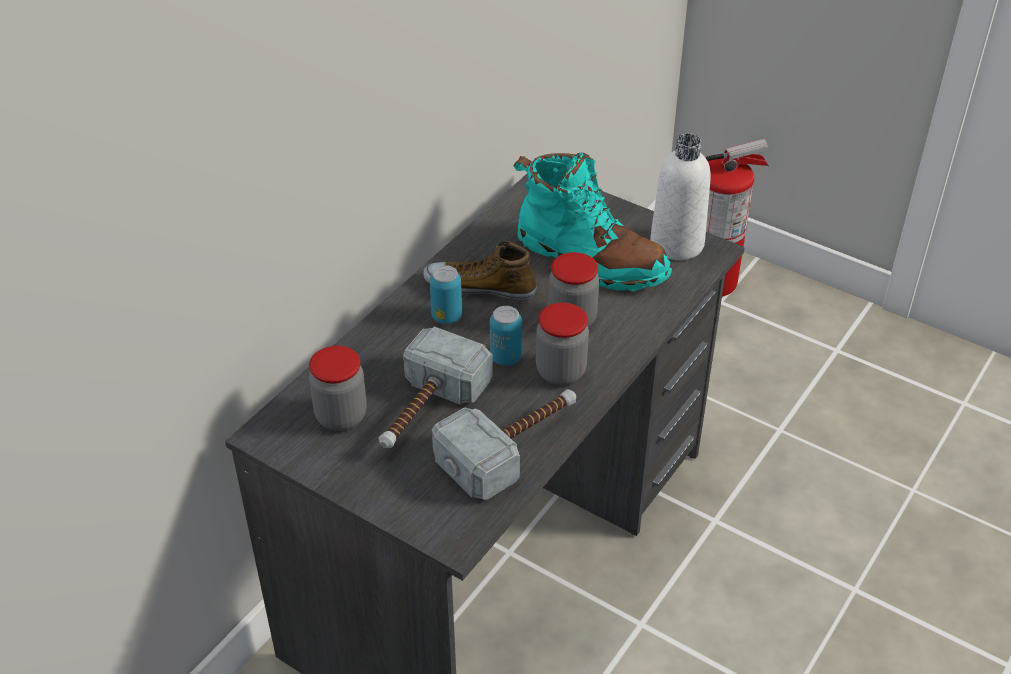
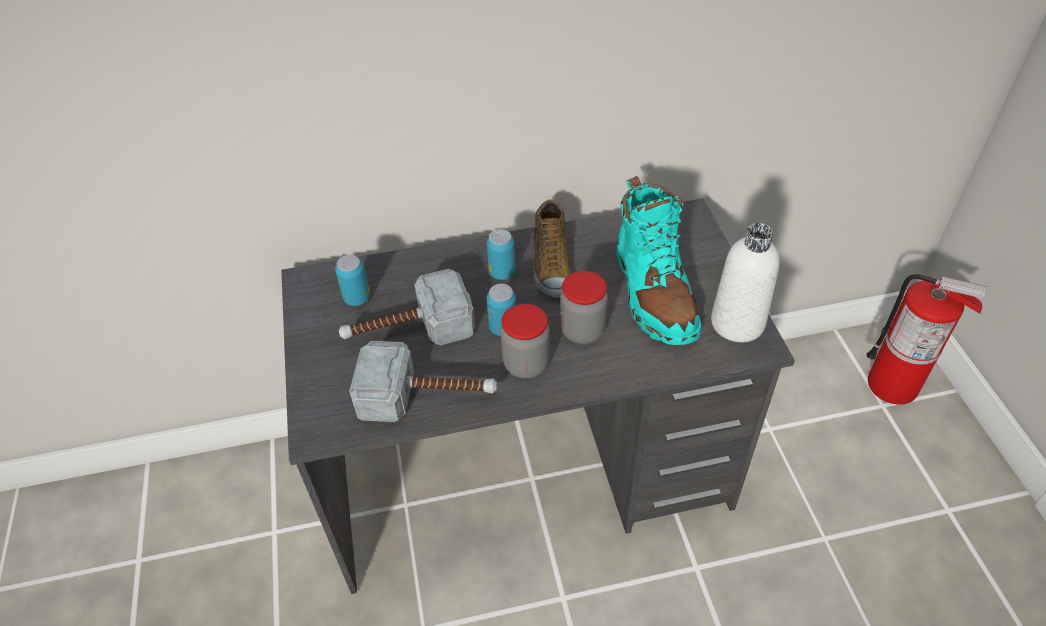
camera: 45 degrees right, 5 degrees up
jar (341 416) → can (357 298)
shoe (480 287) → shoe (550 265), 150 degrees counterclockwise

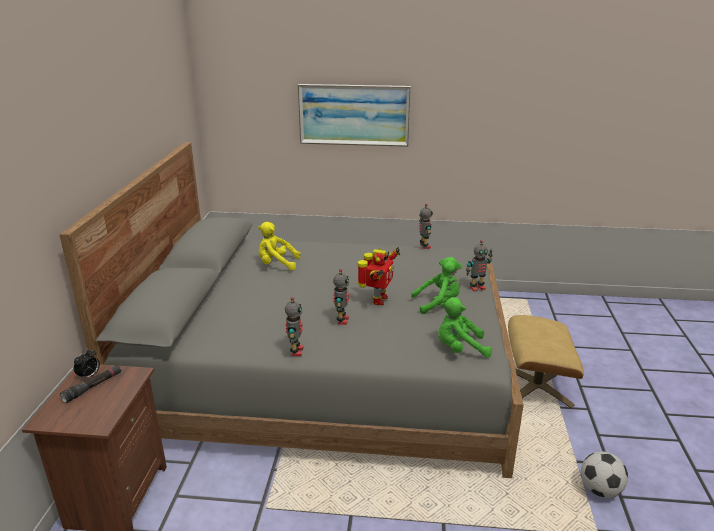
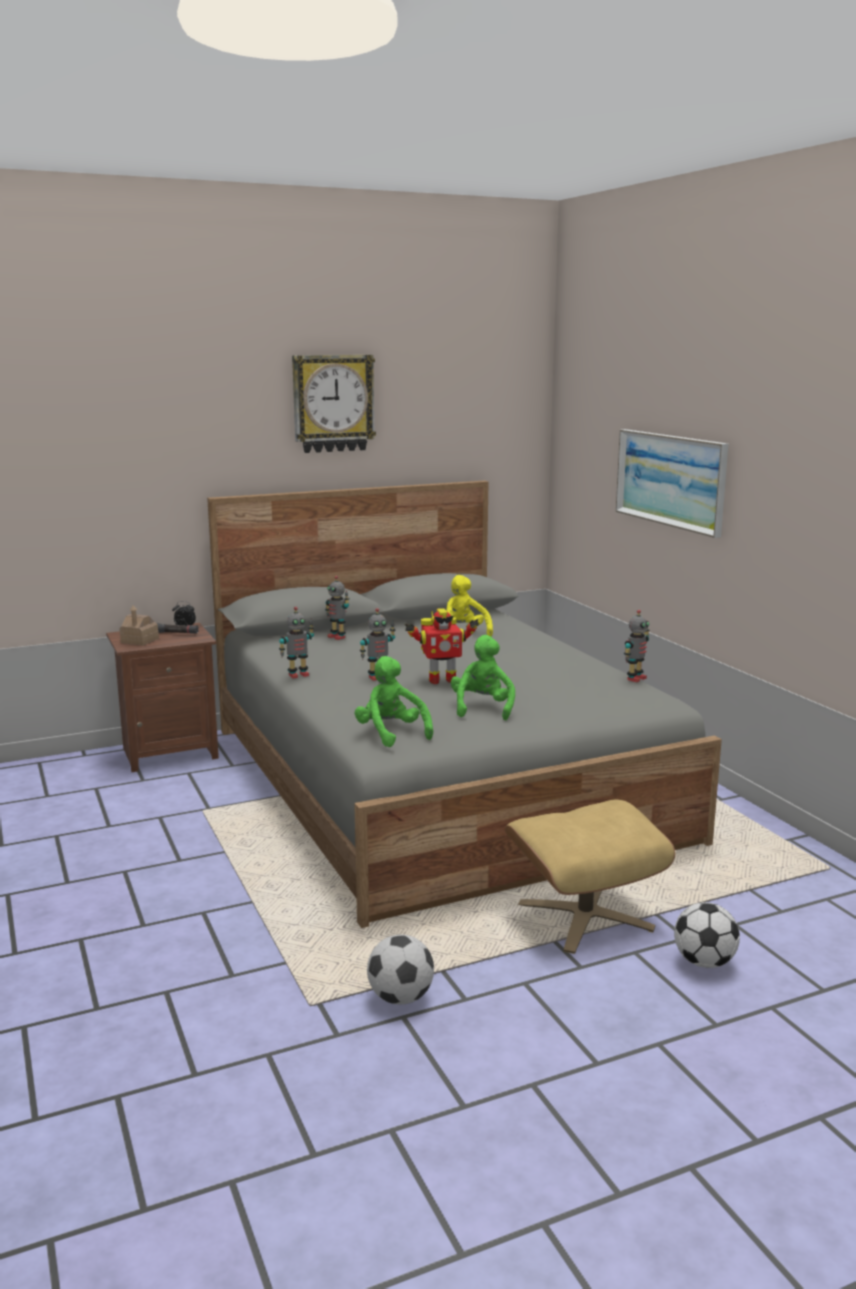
camera: 60 degrees right, 10 degrees down
green_plush_toy (438 304) → green_plush_toy (482 708), 135 degrees counterclockwise
toy_robot (477 288) → toy_robot (337 637), relocated
- → toy_house (140 641)
- → wall_clock (333 403)
- → football (704 962)

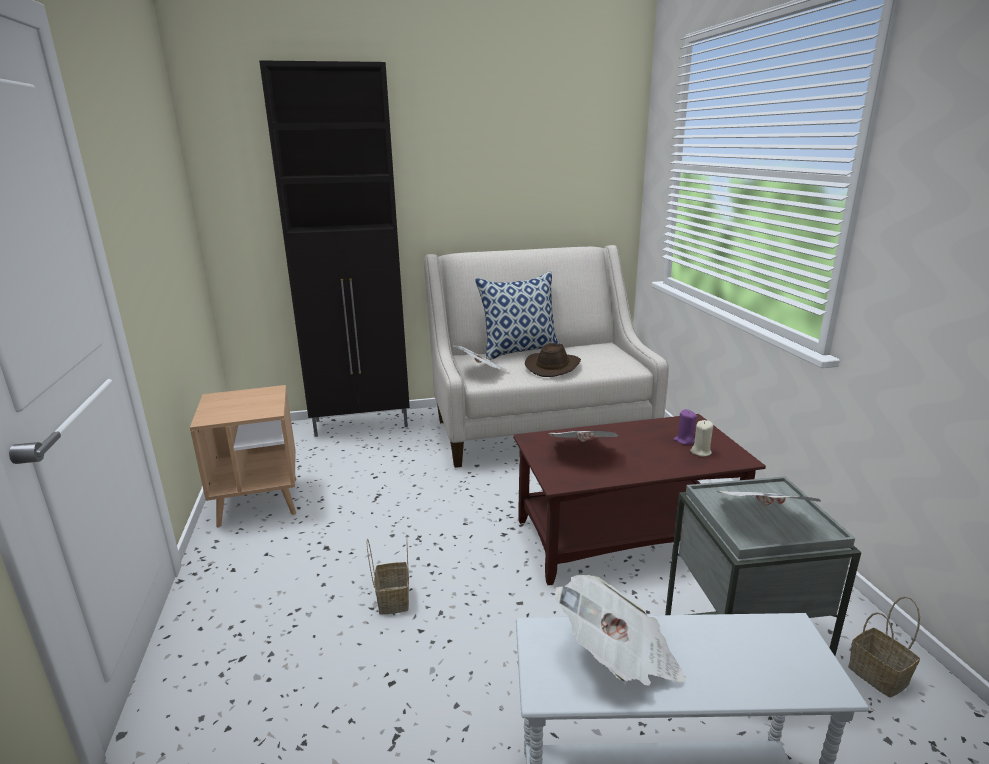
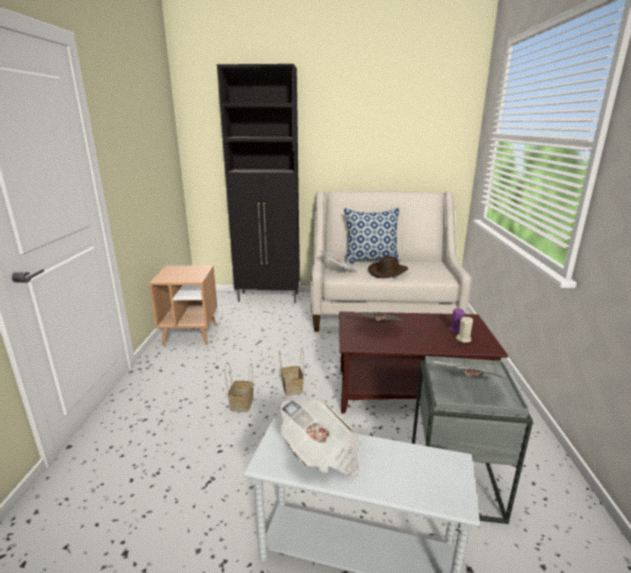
camera: 15 degrees right, 0 degrees up
basket (875 674) → basket (291 387), relocated

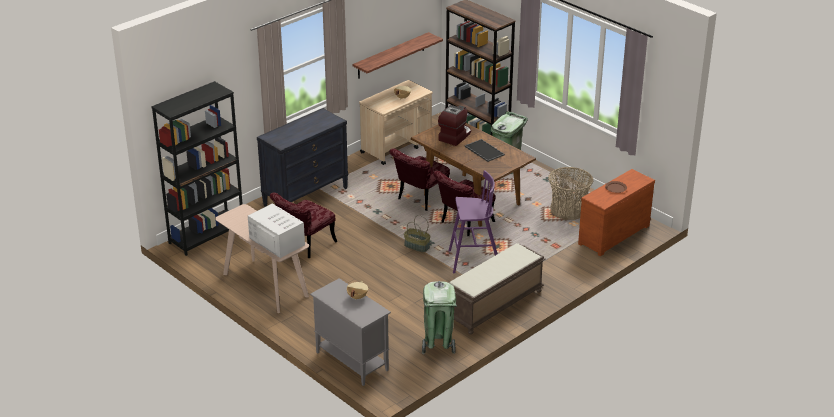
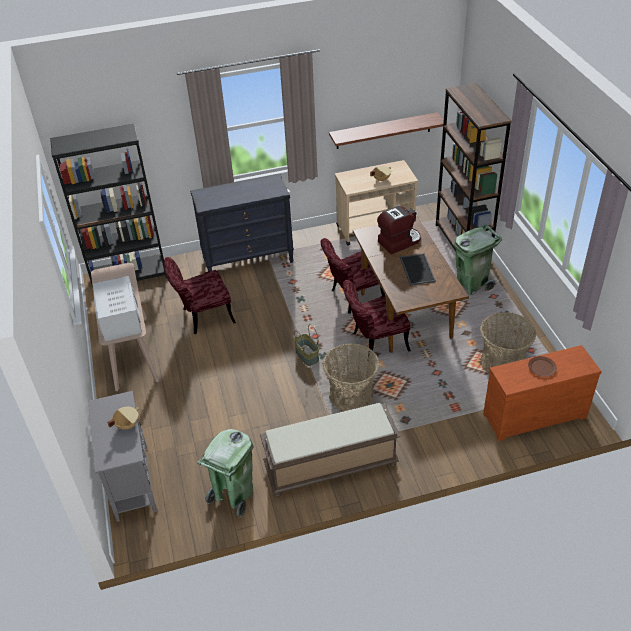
camera: 30 degrees right, 10 degrees up
purple_stool (473 260) → basket (351 395)

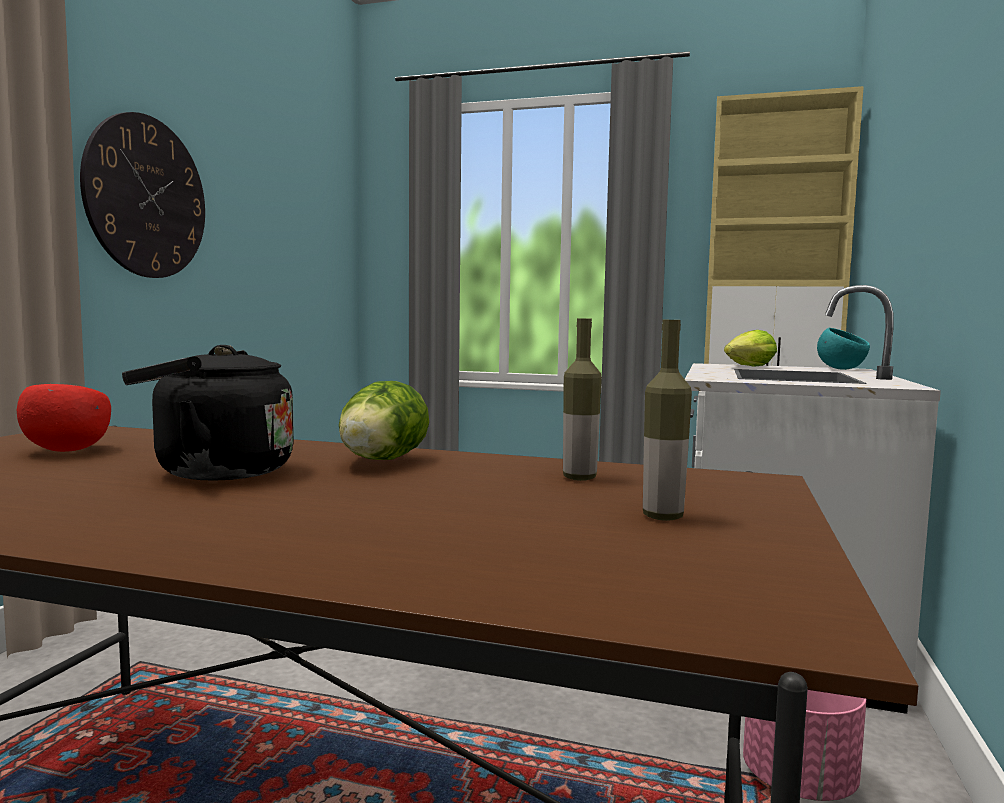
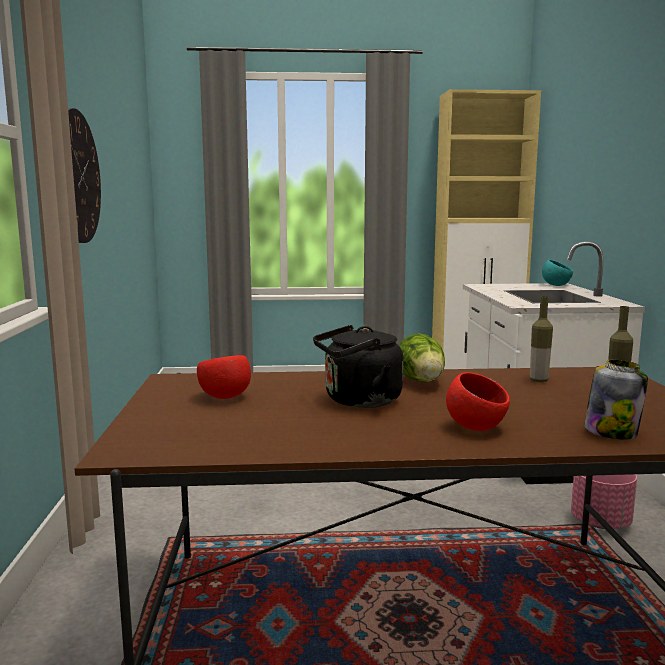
camera: 20 degrees left, 5 degrees up
lettuce (749 367) → -
- → red_bowl (475 428)
- → jar (611 432)

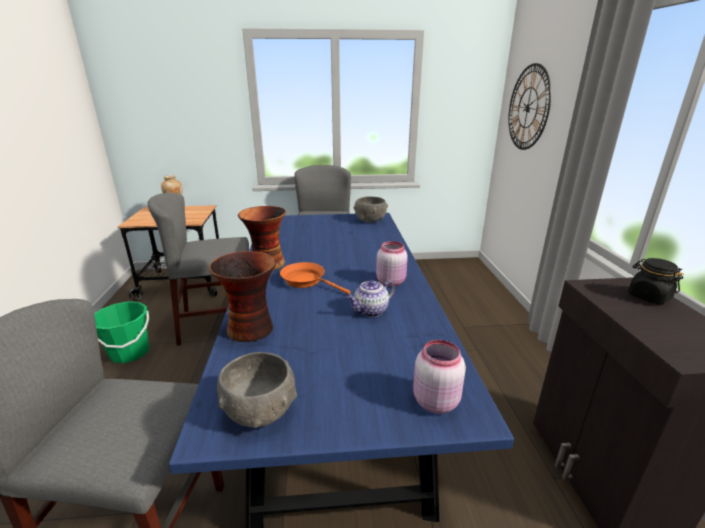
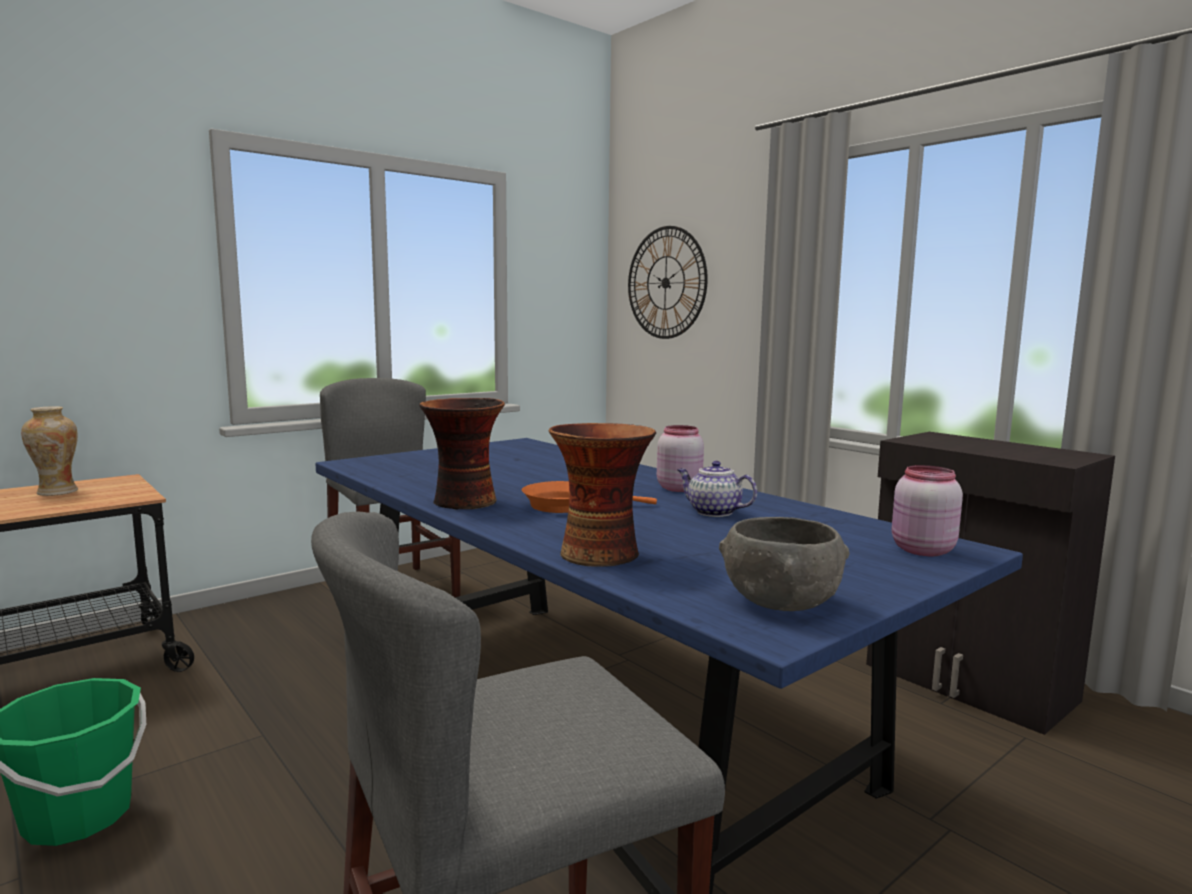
camera: 35 degrees left, 15 degrees down
grey_chair (218 323) → -
teapot (370 311) → teapot (713 512), 105 degrees clockwise
grey_bowl (370 220) → -
black_jar (648 297) → -

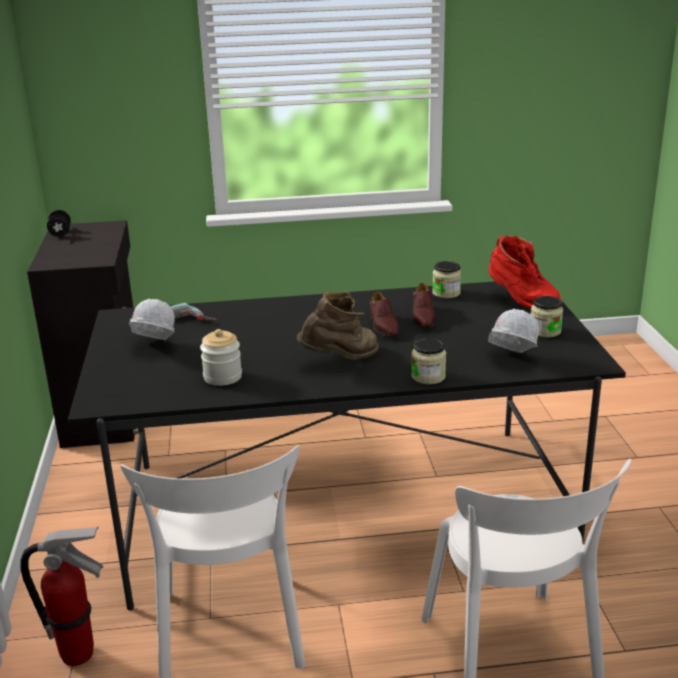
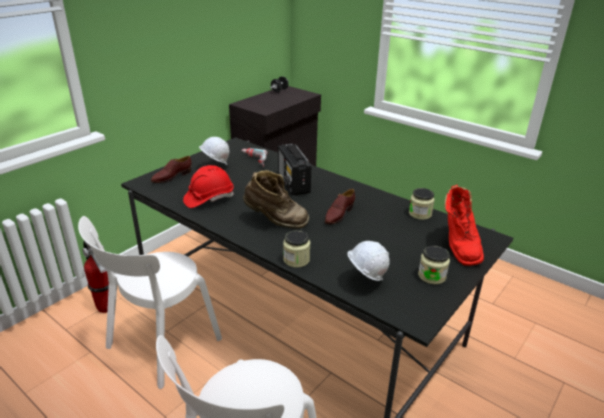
camera: 45 degrees right, 5 degrees up
jar (222 377) → red_hard_hat (209 198)
brown_shoe (422 317) → brown_shoe (172 177), relocated
- → radio (293 184)

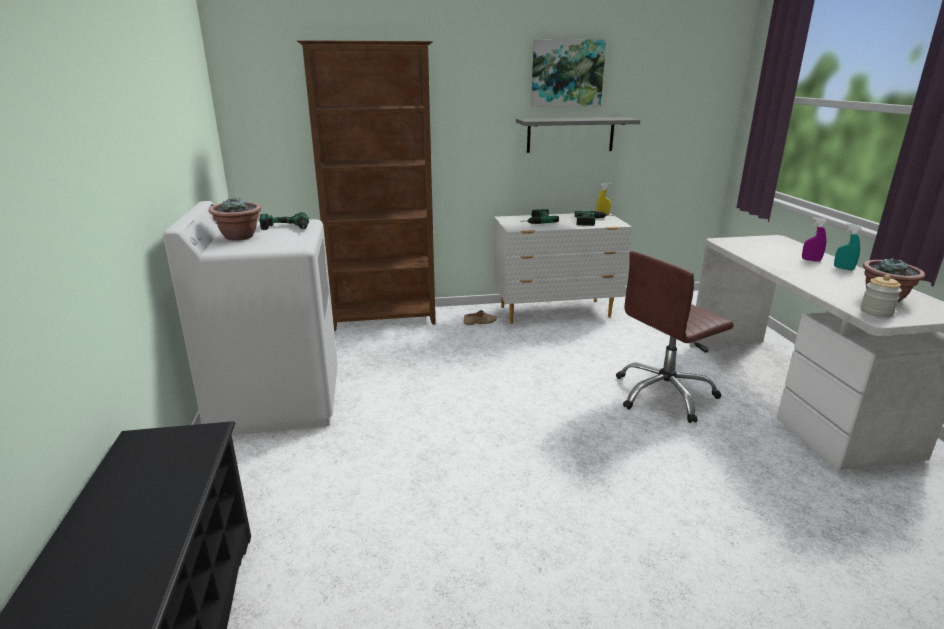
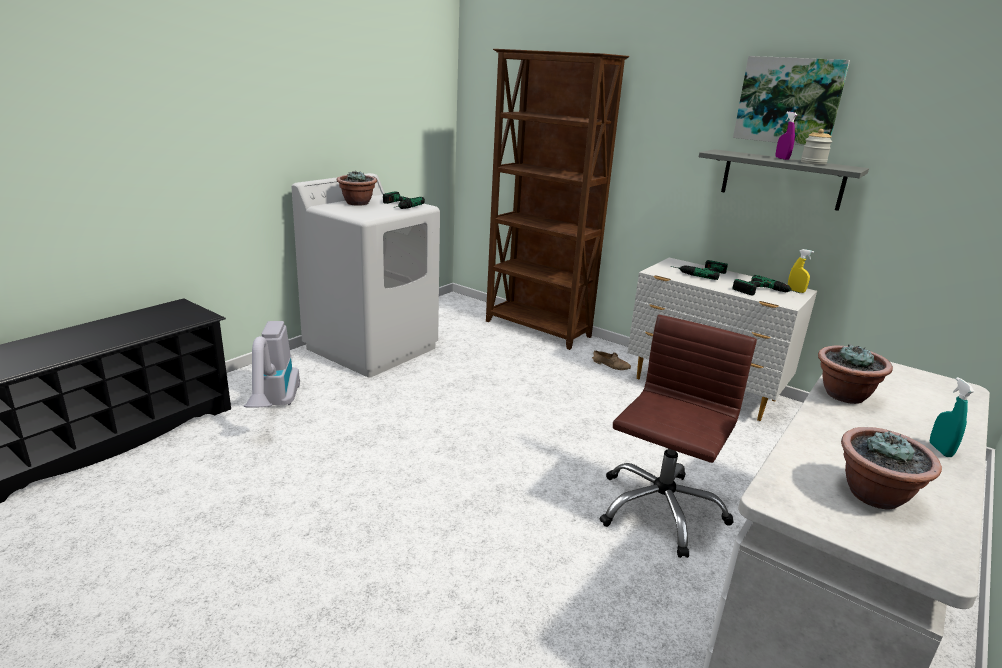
camera: 45 degrees right, 0 degrees up
brown_office_chair (664 394) → brown_office_chair (659 509), 105 degrees clockwise
purple_spray_bottle (811 260) → purple_spray_bottle (782 158), relocated
jar (876 312) → jar (813 163), relocated
- → vacuum_cleaner (275 406)
- → potted_plant (844 395)

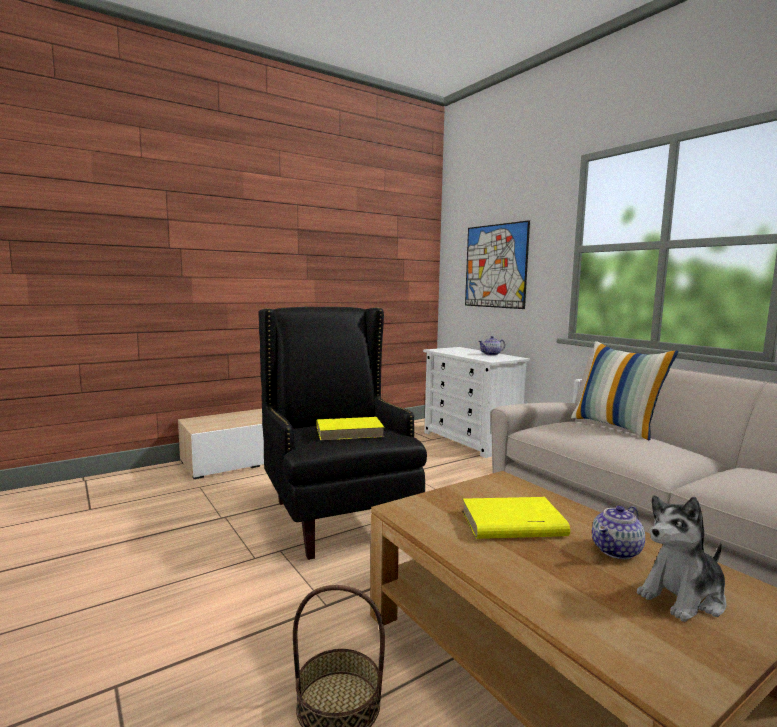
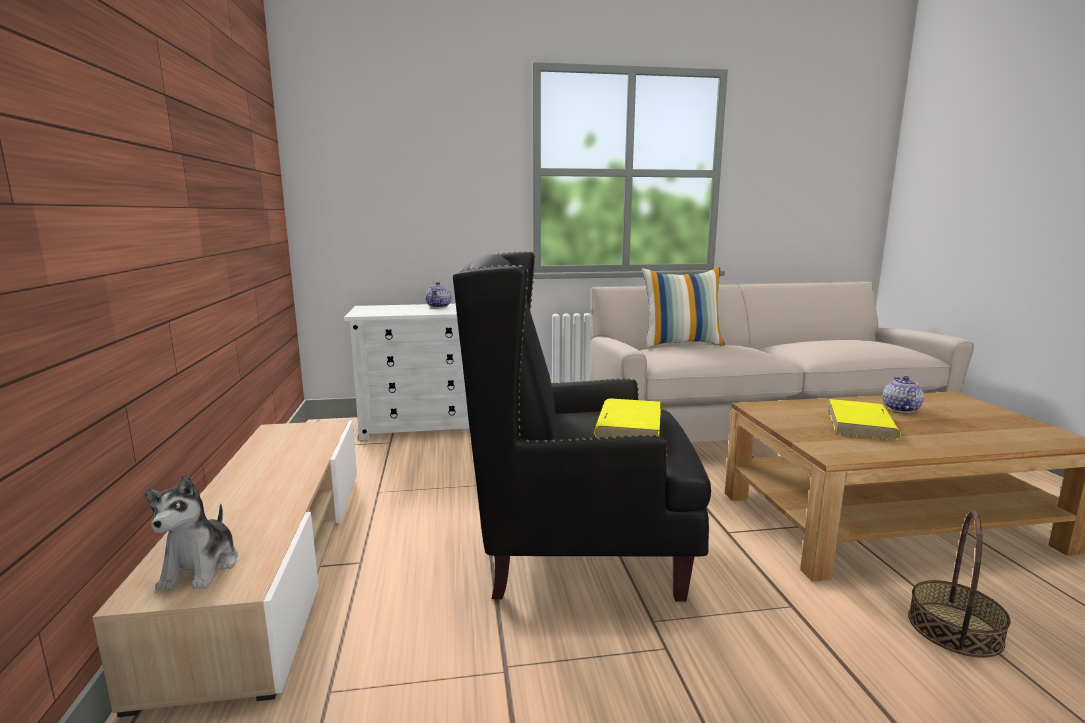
camera: 65 degrees left, 5 degrees up
picture (495 266) → -
teapot (617 550) → teapot (900 409), 150 degrees counterclockwise
plush_toy (683 597) → plush_toy (201 567), relocated

